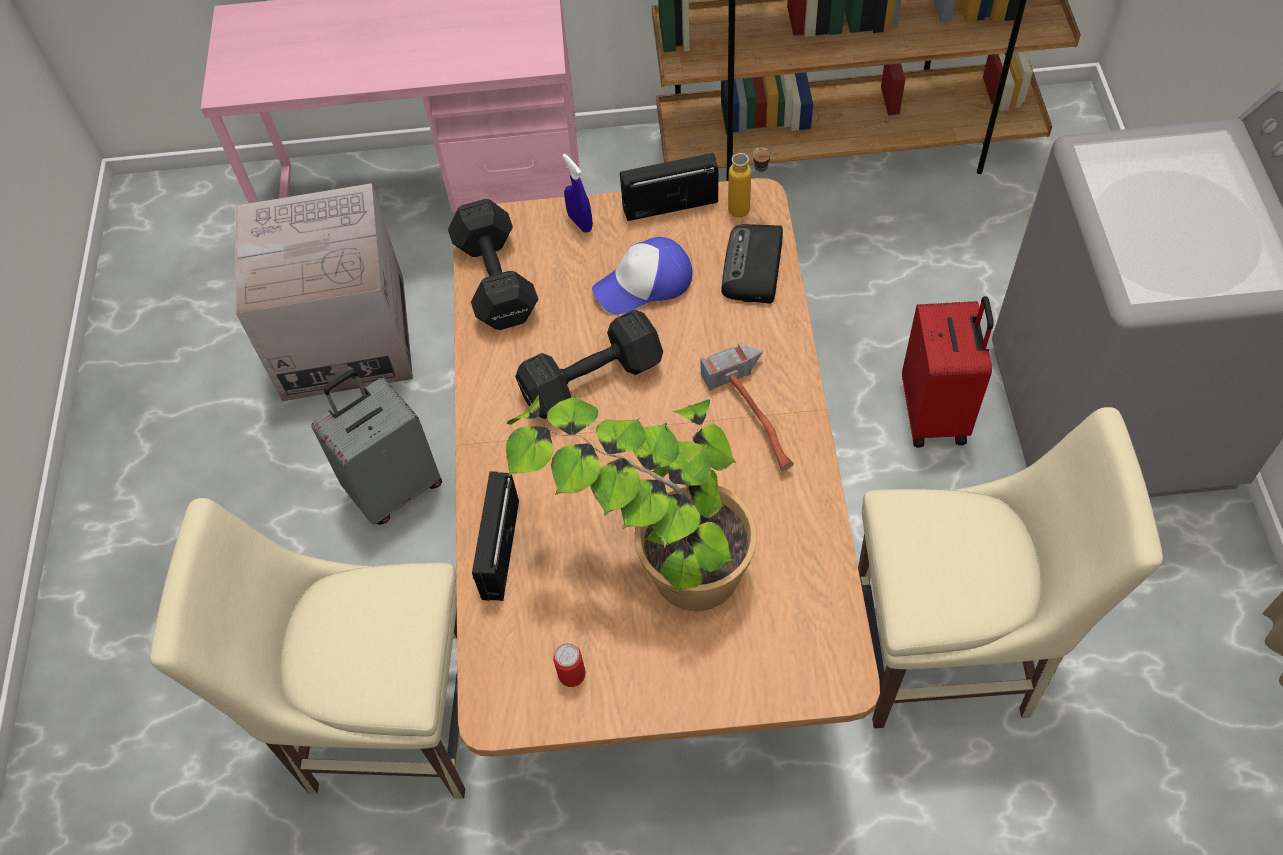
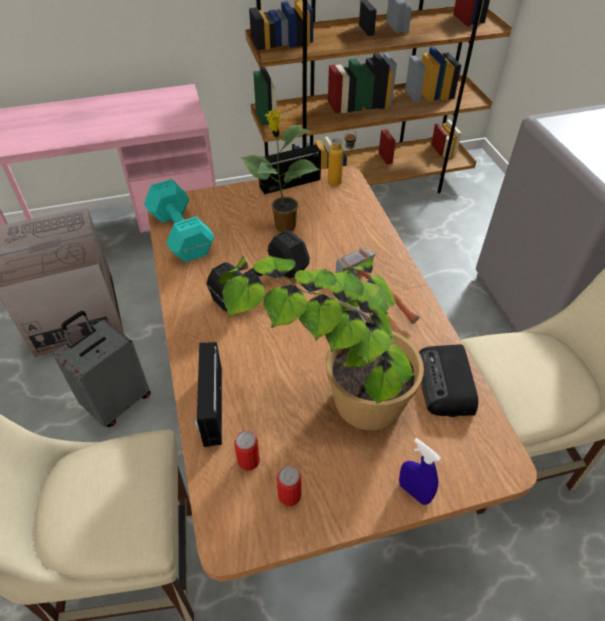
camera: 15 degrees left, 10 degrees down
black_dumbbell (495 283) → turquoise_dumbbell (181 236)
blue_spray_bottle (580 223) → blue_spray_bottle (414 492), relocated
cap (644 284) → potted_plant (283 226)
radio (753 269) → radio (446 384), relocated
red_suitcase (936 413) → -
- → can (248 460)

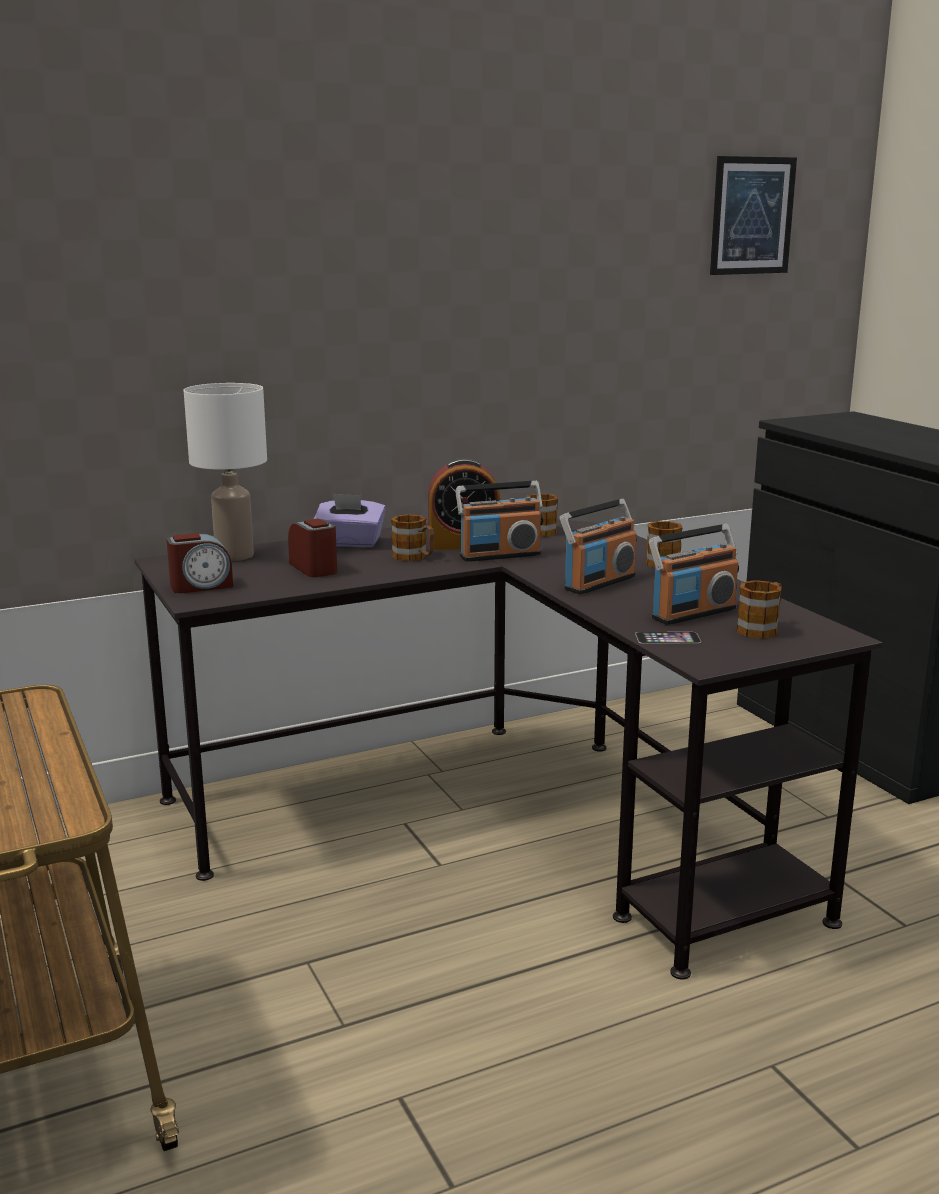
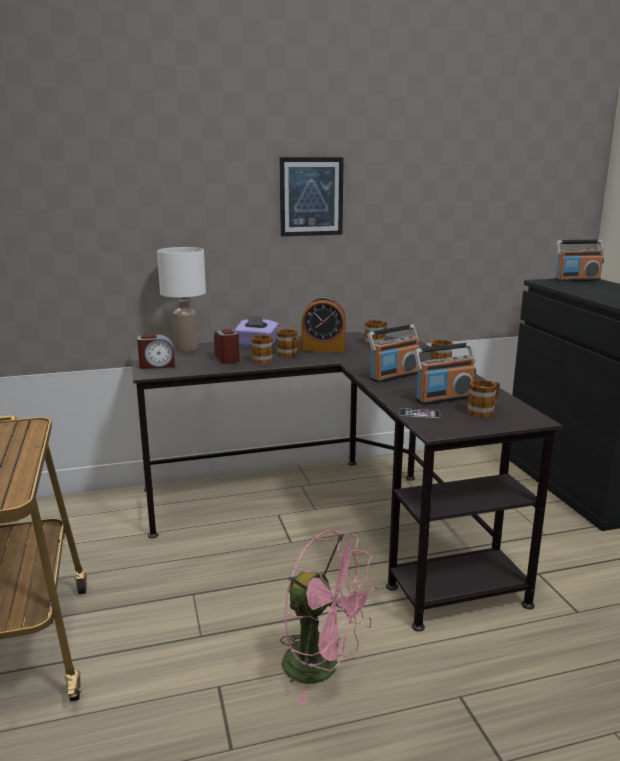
camera: 10 degrees right, 0 degrees up
radio (500 555) → radio (577 280), relocated
picture (752 216) → picture (311 197), relocated
- → mug (263 359)
- → pink_fan (322 668)

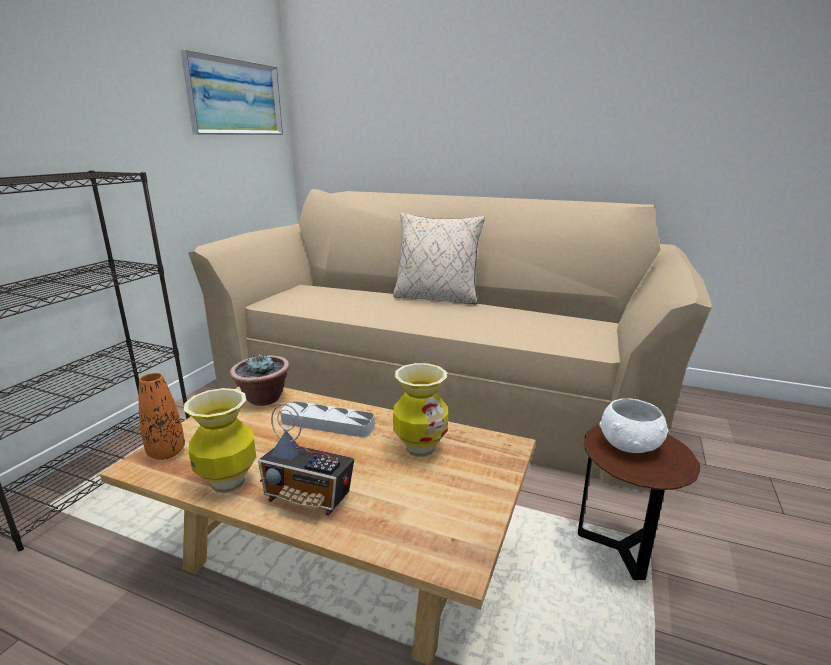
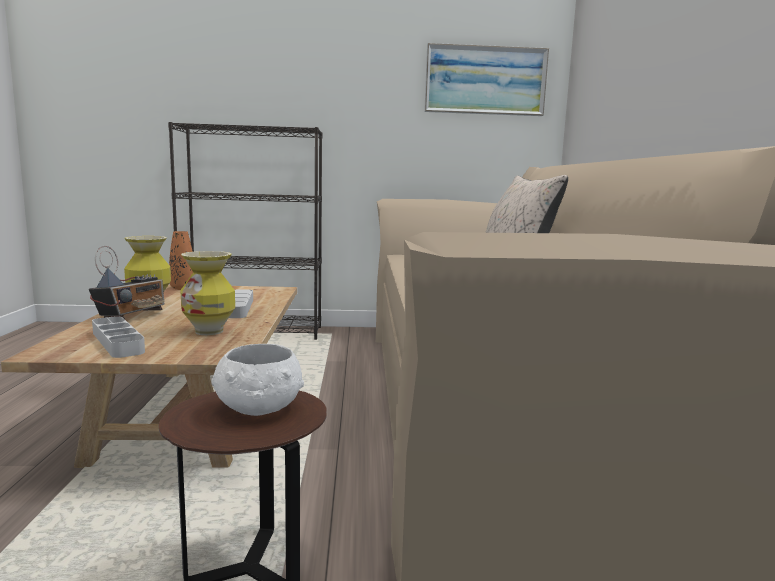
camera: 65 degrees right, 10 degrees down
potted_plant (263 398) → -
radio (309 498) → radio (132 316), 150 degrees counterclockwise
- → grey_tray (117 342)

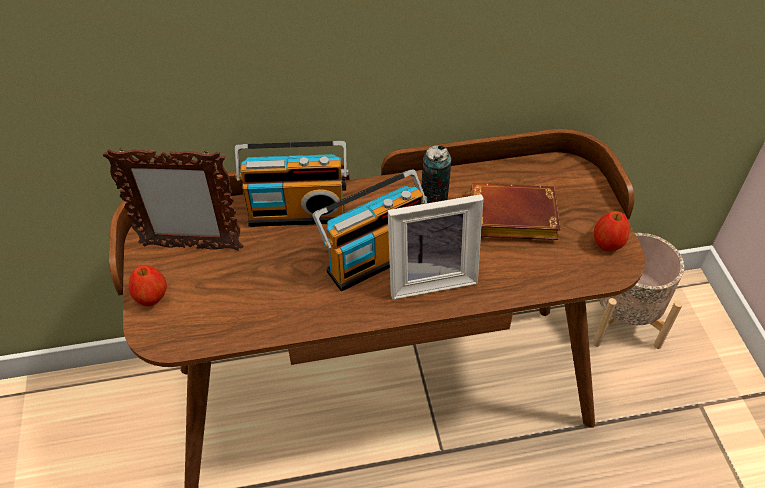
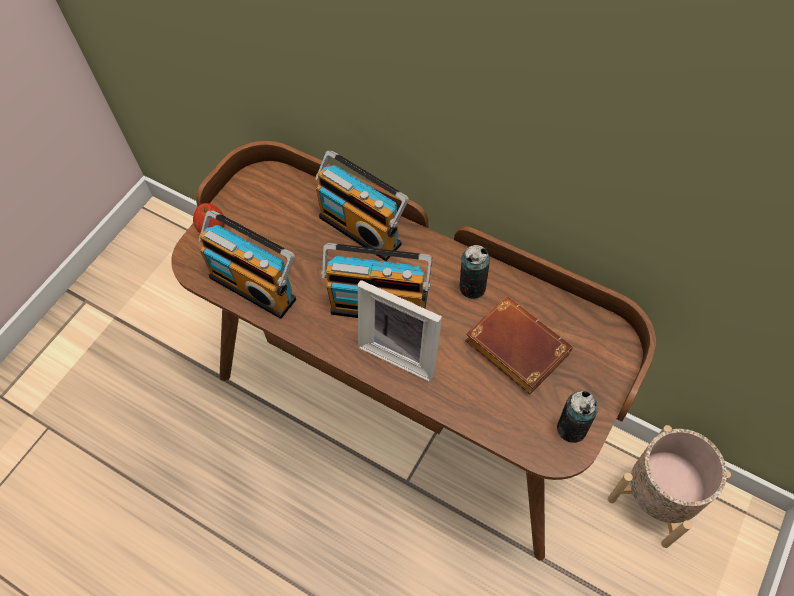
camera: 45 degrees right, 10 degrees up
picture_frame (191 247) → -
apple (607 244) → can (571 428)
- → radio (256 285)

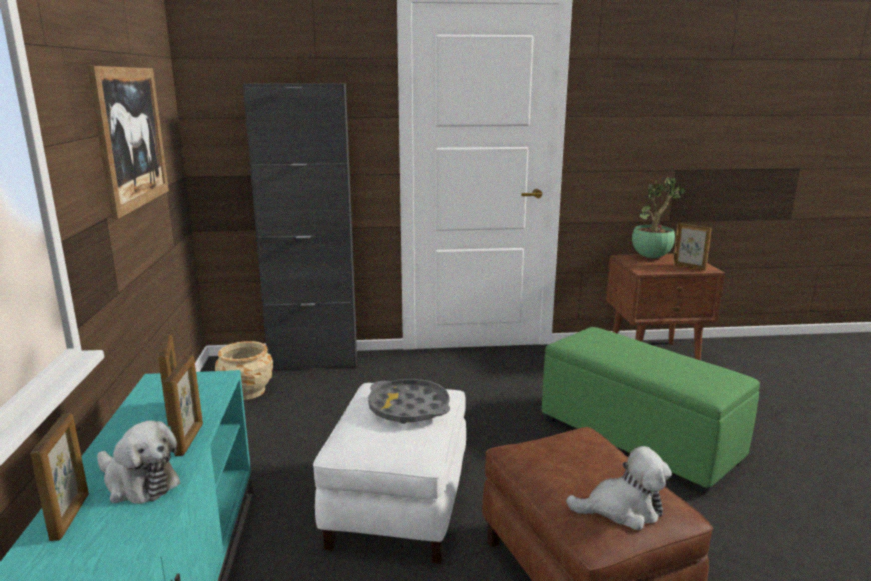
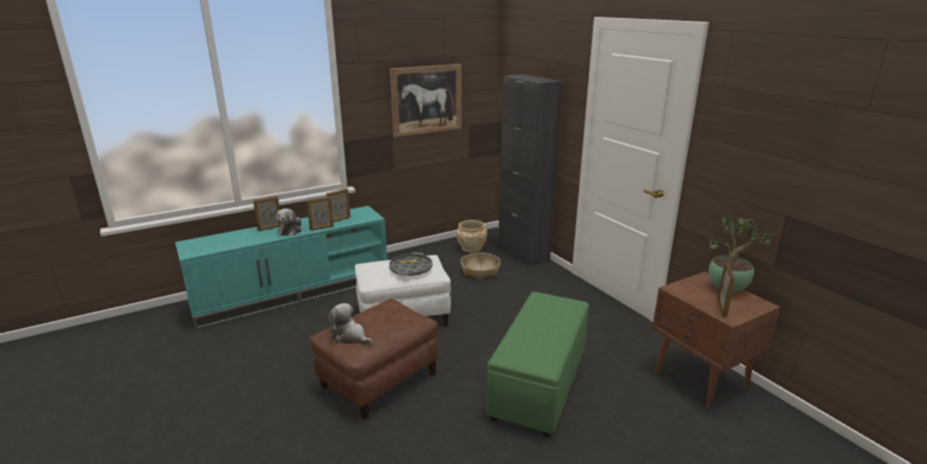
camera: 65 degrees right, 5 degrees up
plush_toy (622 509) → plush_toy (350 337), 150 degrees clockwise
- → basket (480 271)

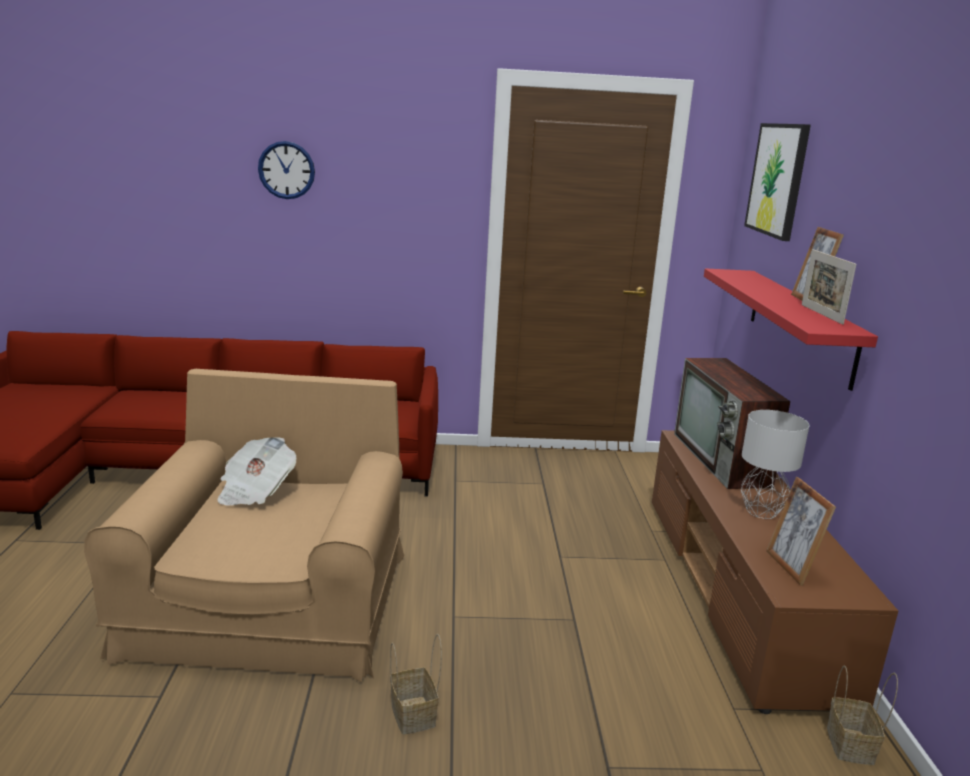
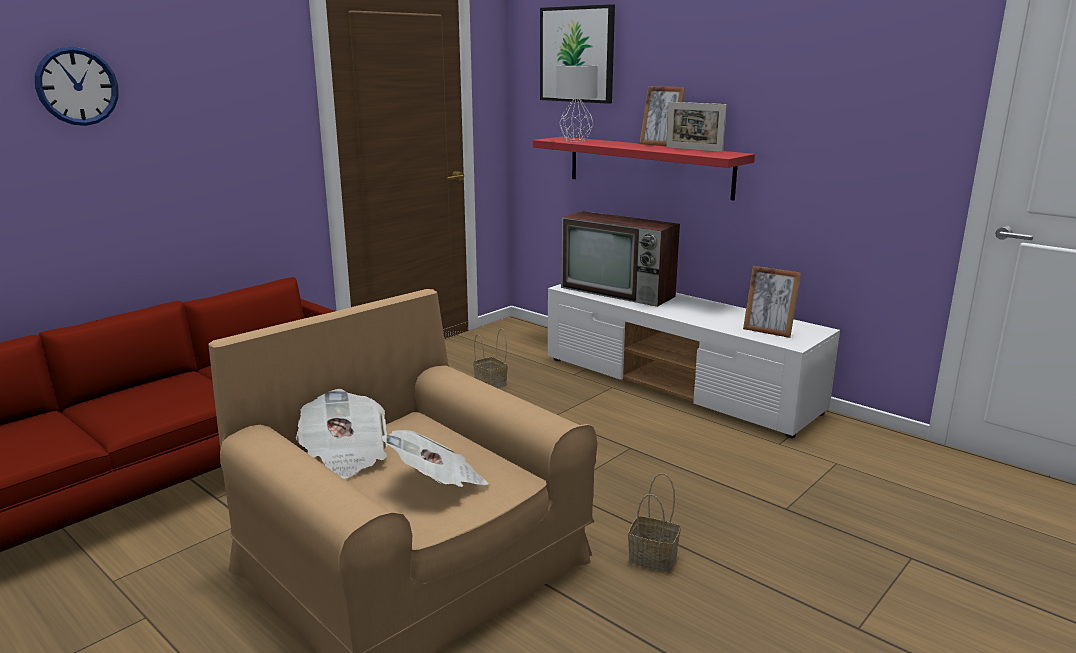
camera: 45 degrees left, 0 degrees up
brown_tv_stand (739 592) → white_tv_stand (679 385)
grey_table_lamp (762 511) → grey_table_lamp (576 141), relocated
basket (851 746) → basket (491 383), relocated
- → newspaper (437 483)

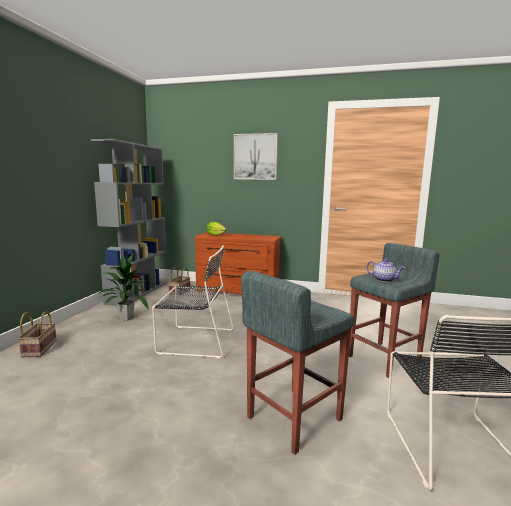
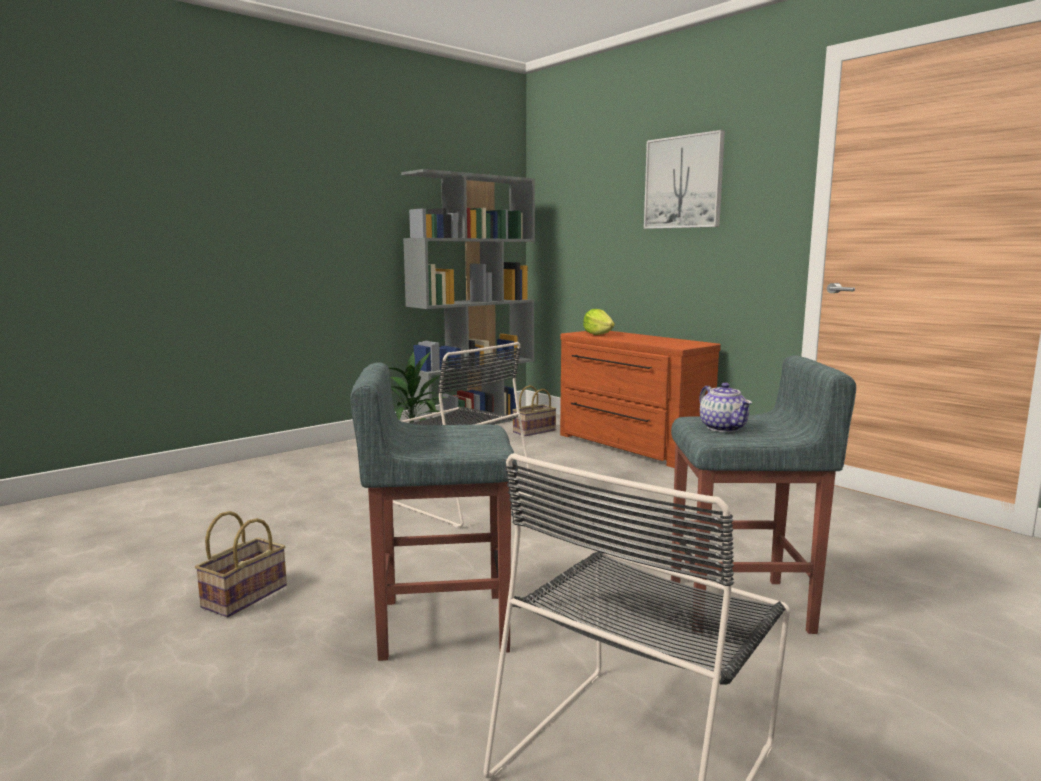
camera: 35 degrees right, 0 degrees up
basket (39 348) → basket (245 595), relocated

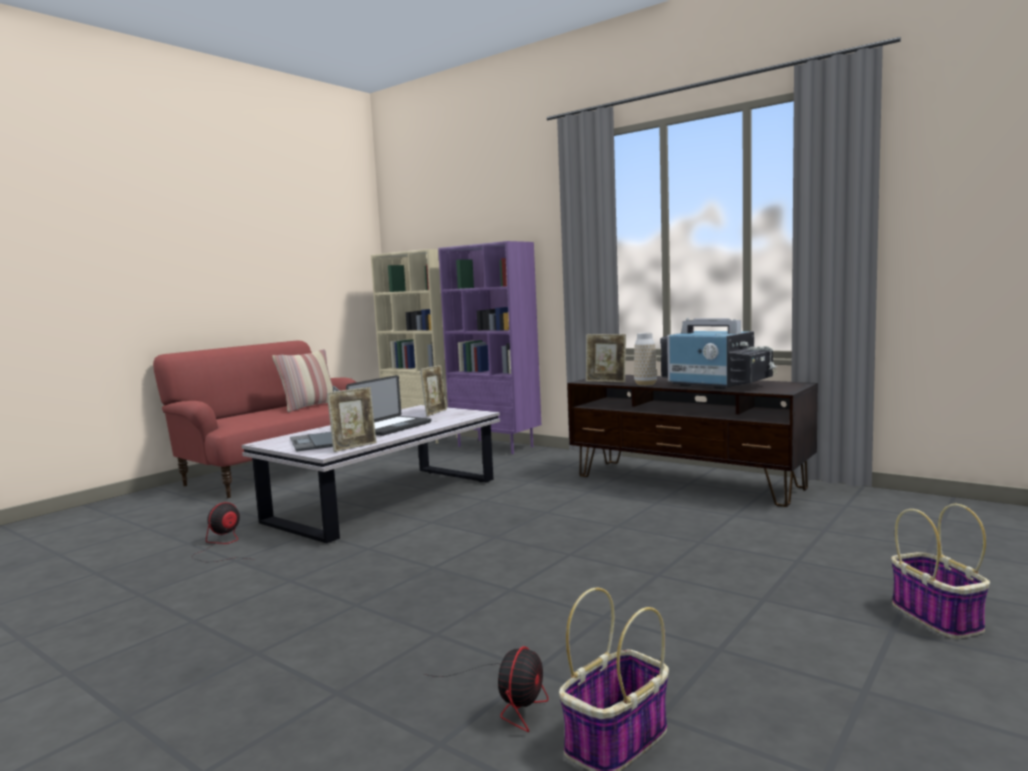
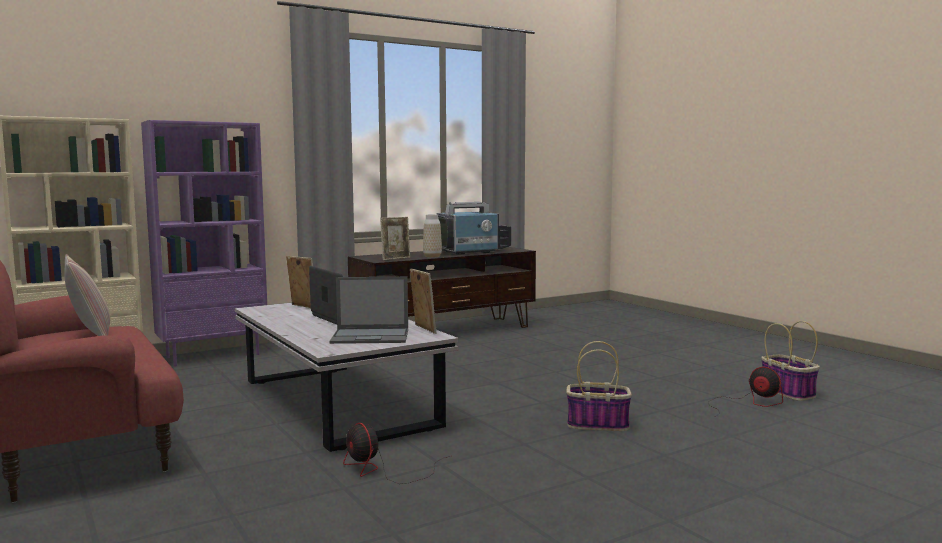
camera: 70 degrees left, 0 degrees up
basket (938 617) → basket (598 424), relocated

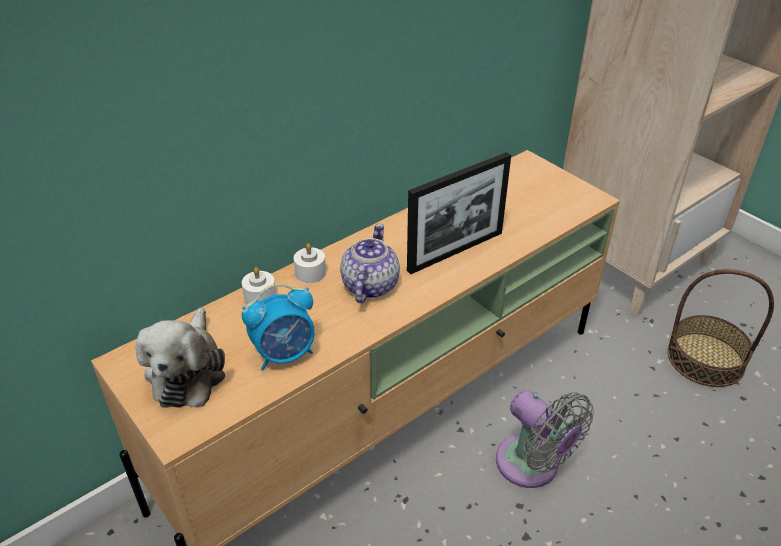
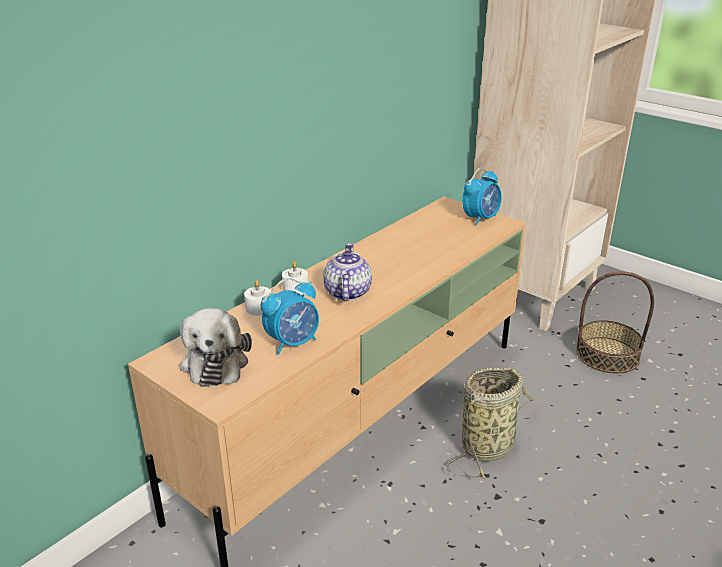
camera: 10 degrees left, 10 degrees down
picture_frame (455 251) → -
grey_fan (532 466) → basket (489 446)
- → alarm_clock (480 218)

